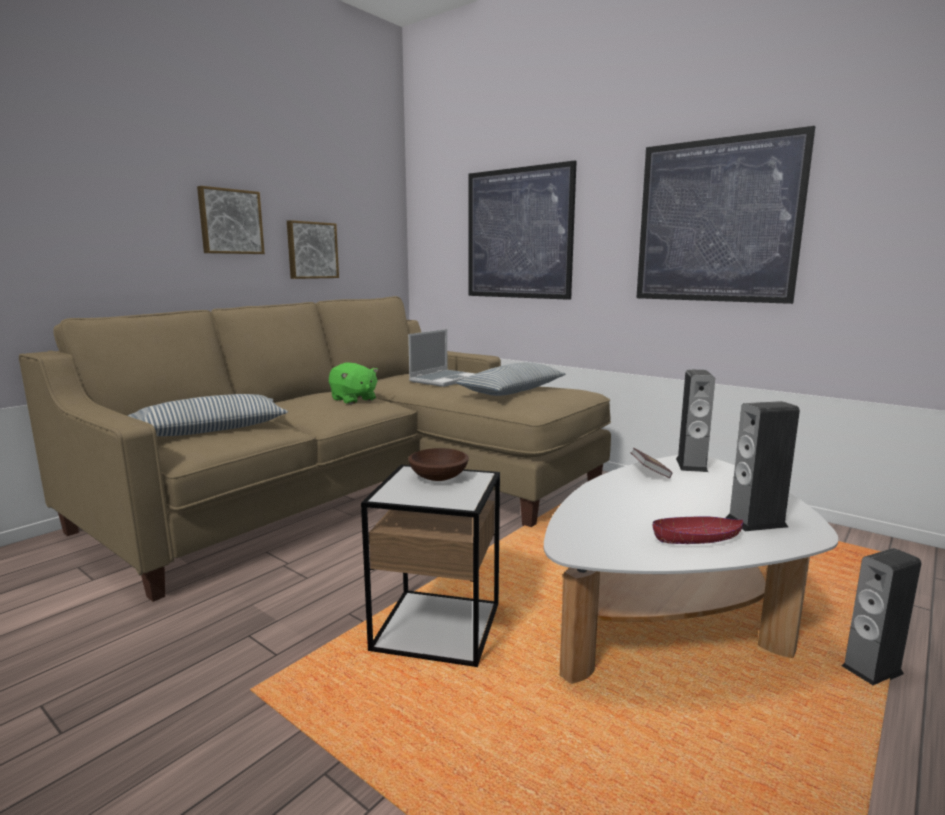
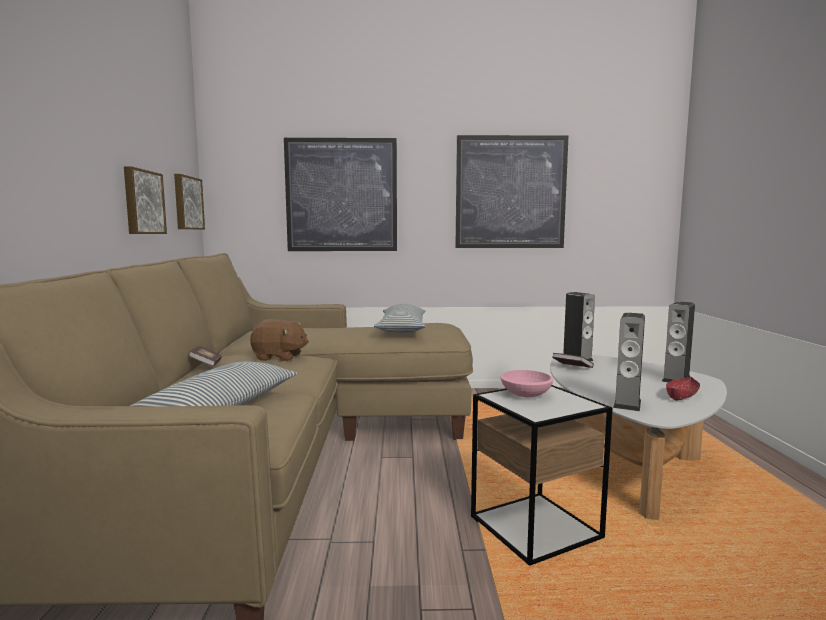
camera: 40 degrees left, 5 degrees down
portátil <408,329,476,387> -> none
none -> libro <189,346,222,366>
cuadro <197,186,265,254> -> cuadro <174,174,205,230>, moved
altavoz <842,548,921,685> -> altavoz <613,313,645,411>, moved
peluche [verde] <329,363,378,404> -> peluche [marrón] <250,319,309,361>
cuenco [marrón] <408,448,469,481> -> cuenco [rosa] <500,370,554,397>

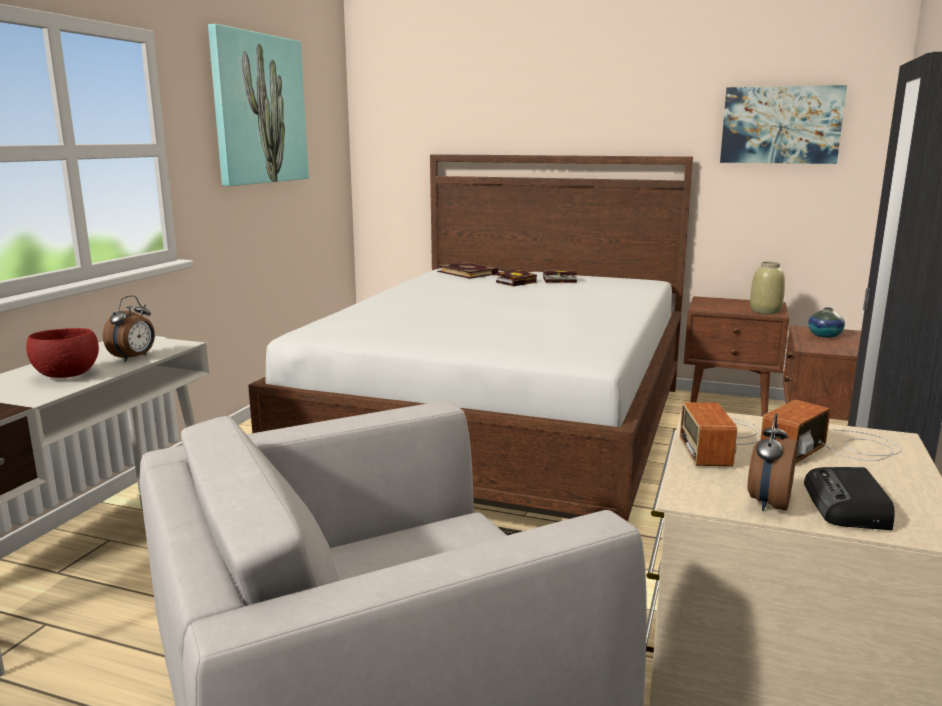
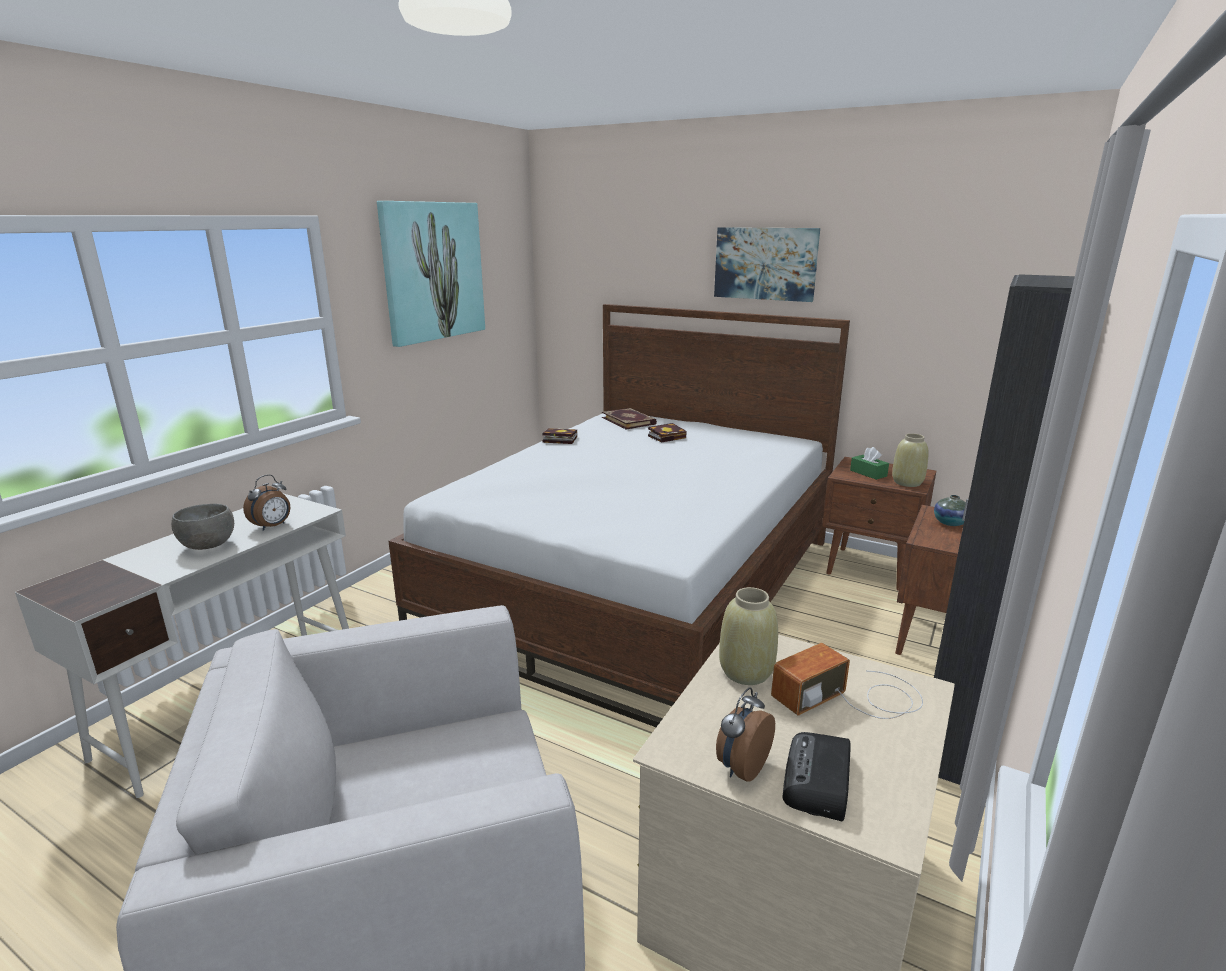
camera: 10 degrees right, 5 degrees up
none -> caja de pañuelos [verde] <850,447,889,480>
libro <543,270,577,283> -> libro <542,428,577,444>, moved
cuadro <720,85,847,164> -> cuadro <714,227,820,302>, moved
radio <680,402,761,466> -> florero [beis] <719,587,778,685>
cuenco [rojo] <26,328,99,378> -> cuenco [gris] <171,504,234,550>

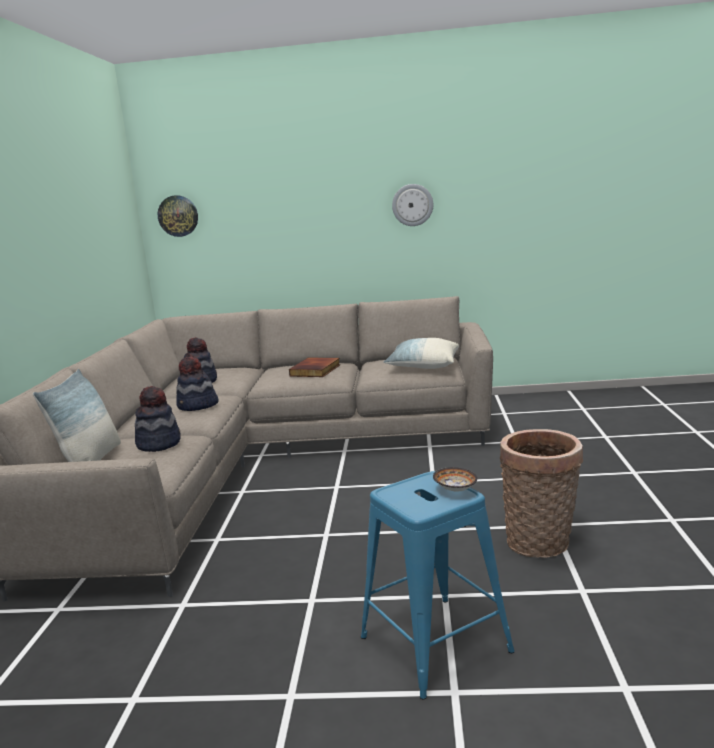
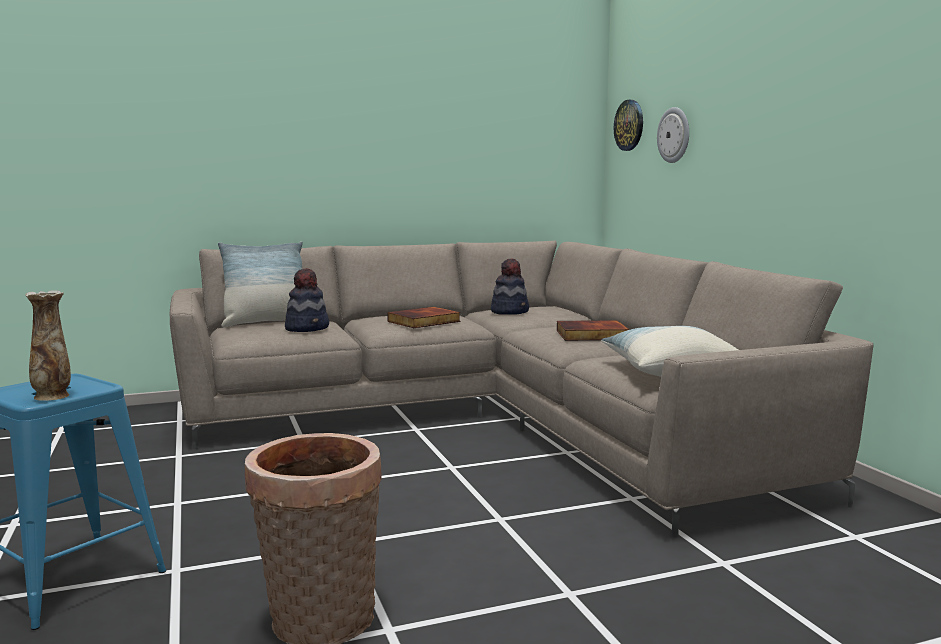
camera: 65 degrees right, 5 degrees down
reloj de pared <392,184,433,226> -> reloj de pared <657,107,689,163>, moved
sombrero <176,356,219,411> -> libro <387,307,461,328>
cuenco <433,467,477,491> -> florero <25,290,71,401>

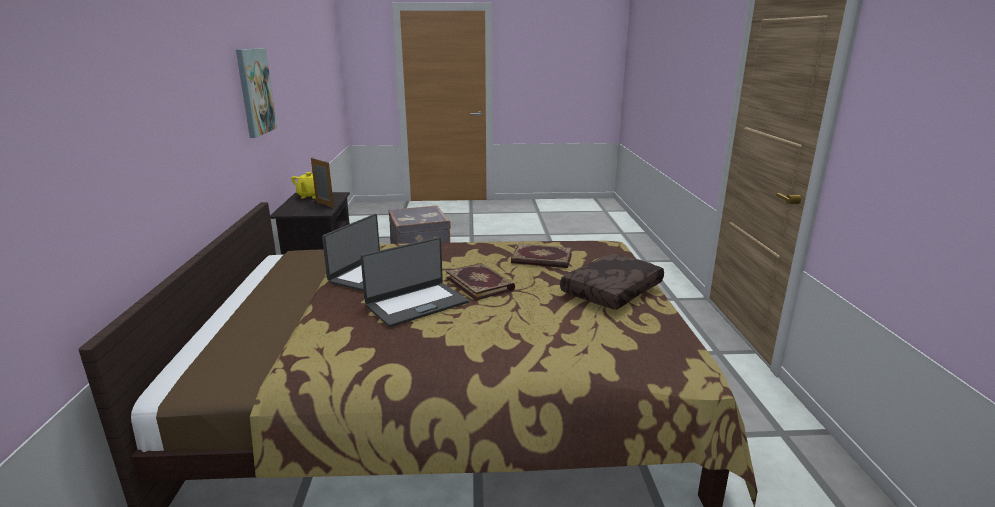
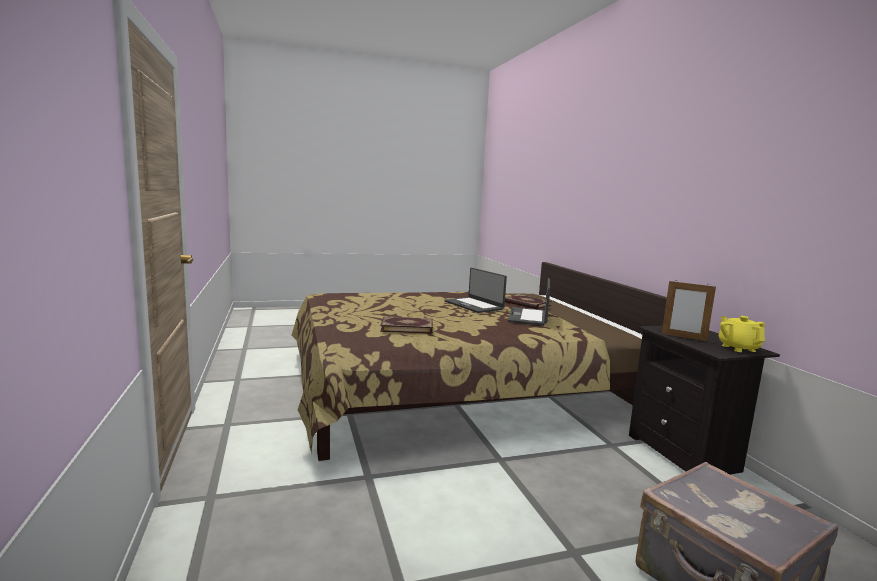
camera: 165 degrees right, 10 degrees down
cuadro <236,48,277,138> -> none
cojín [marrón] <560,253,664,310> -> none
libro <446,263,515,300> -> libro <505,294,552,309>, moved
portátil <360,237,469,327> -> portátil <445,268,507,313>, 75 degrees counterclockwise

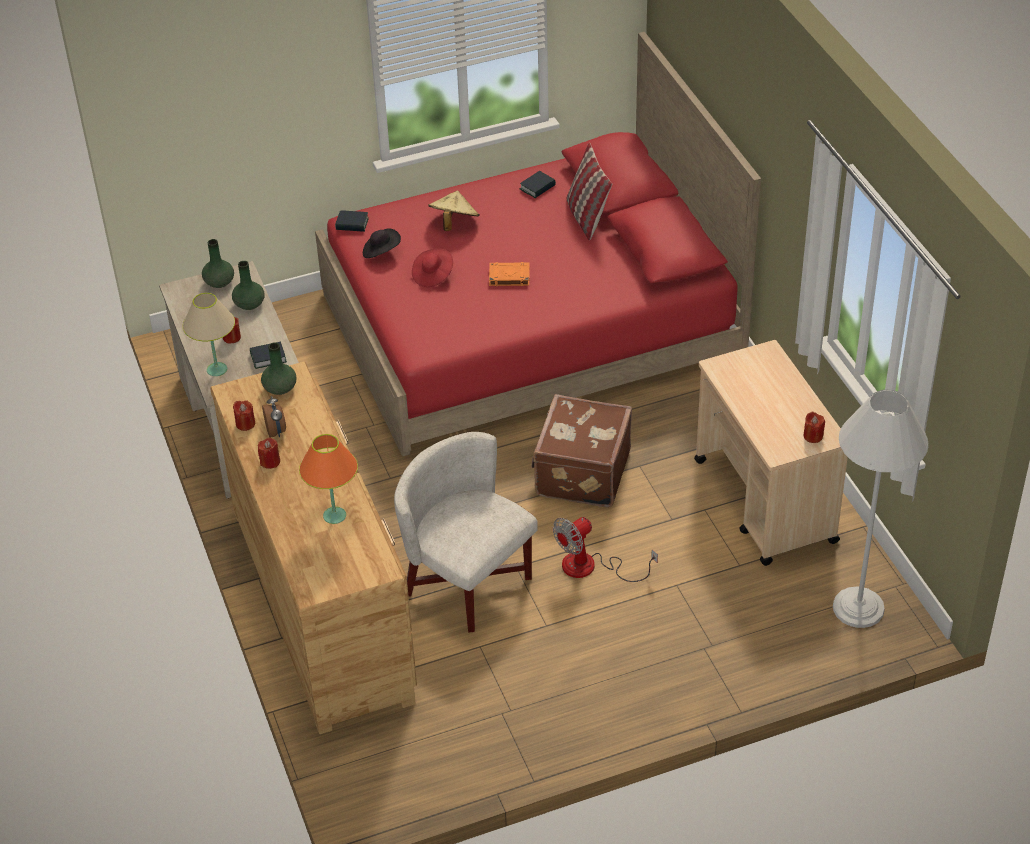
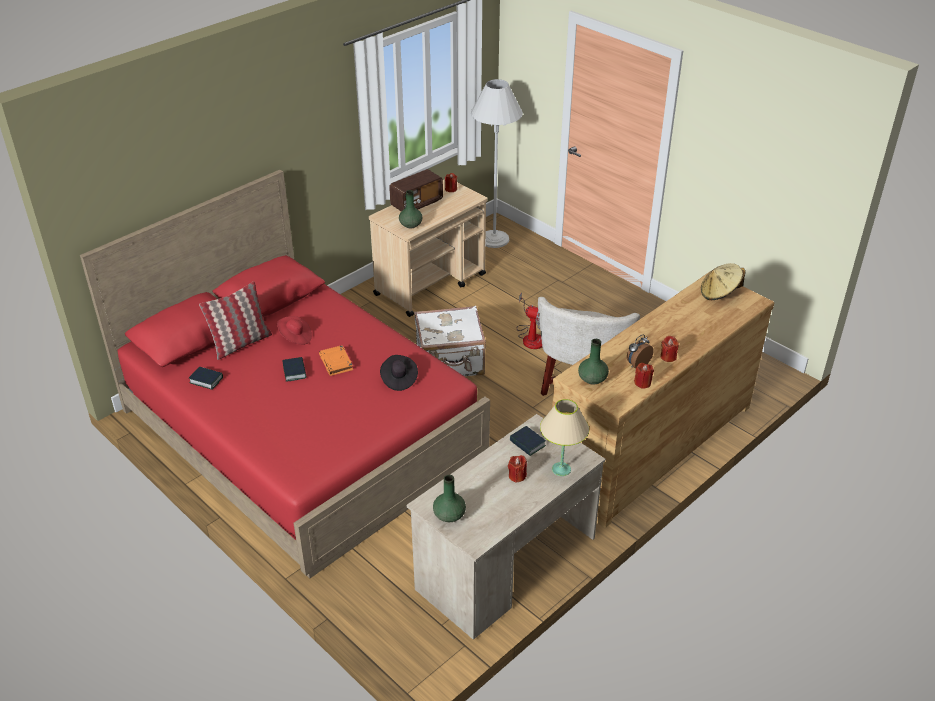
camera: 115 degrees left, 5 degrees down
lámpara de mesa [naranja] <299,434,358,524> -> none
none -> radio <389,169,443,211>
florero [verde] <232,261,265,310> -> florero [verde] <399,190,423,229>, moved
libro <335,210,369,232> -> libro <282,357,306,382>, moved
sombrero [negro] <363,228,401,258> -> sombrero [negro] <380,355,418,391>, moved
sombrero [rojo] <412,249,453,287> -> sombrero [rojo] <277,316,312,345>, moved
sombrero [beis] <428,190,480,231> -> sombrero [beis] <701,263,746,300>, moved
maleta [marrón] <532,394,632,507> -> maleta [blanco] <414,305,486,376>

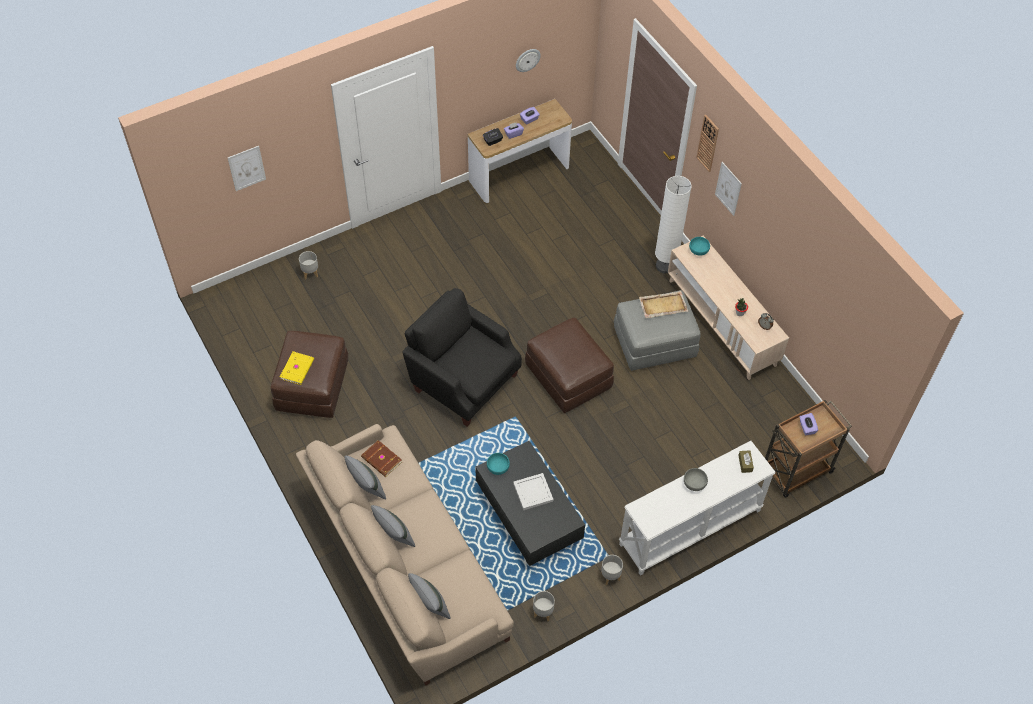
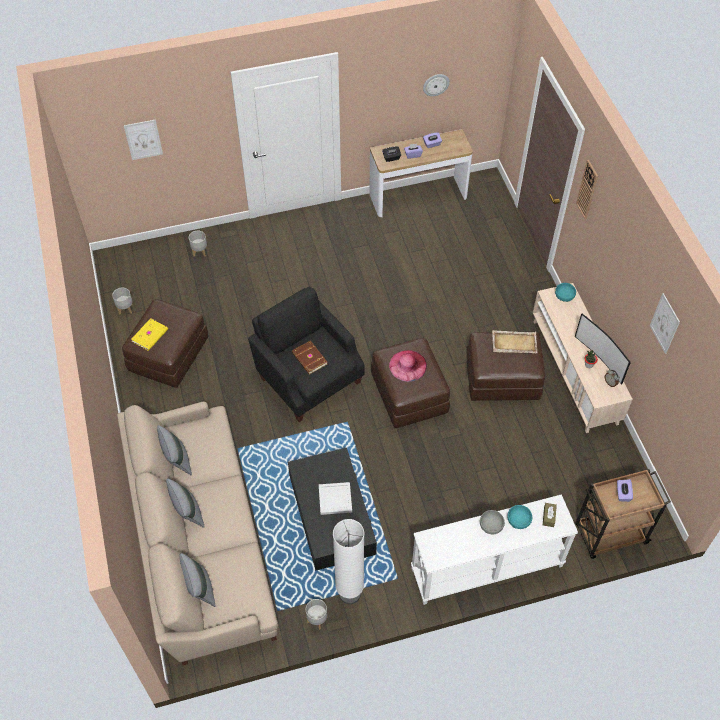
camera: 15 degrees right, 0 degrees up
none -> sombrero [rosa] <389,350,427,382>
none -> televisor <575,313,631,385>
libro [marrón] <361,440,402,477> -> libro [marrón] <292,340,327,374>, moved
cuenco [turquesa] <487,453,510,475> -> cuenco [turquesa] <507,505,532,529>, moved
maceta [gris] <601,555,623,585> -> maceta [gris] <112,288,132,314>, moved
lámpara de pie [blanco] <655,176,692,273> -> lámpara de pie [blanco] <333,519,364,604>, moved
cuadro <715,162,742,216> -> cuadro <650,293,680,354>, moved
puf [gris] <614,290,700,371> -> puf [marrón] <466,332,545,401>

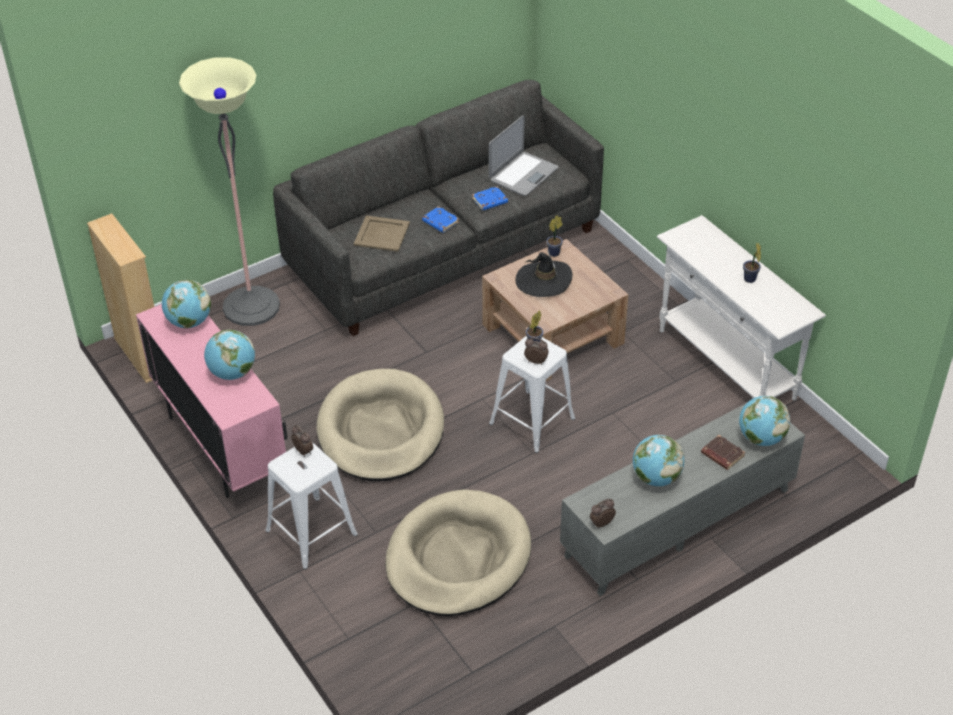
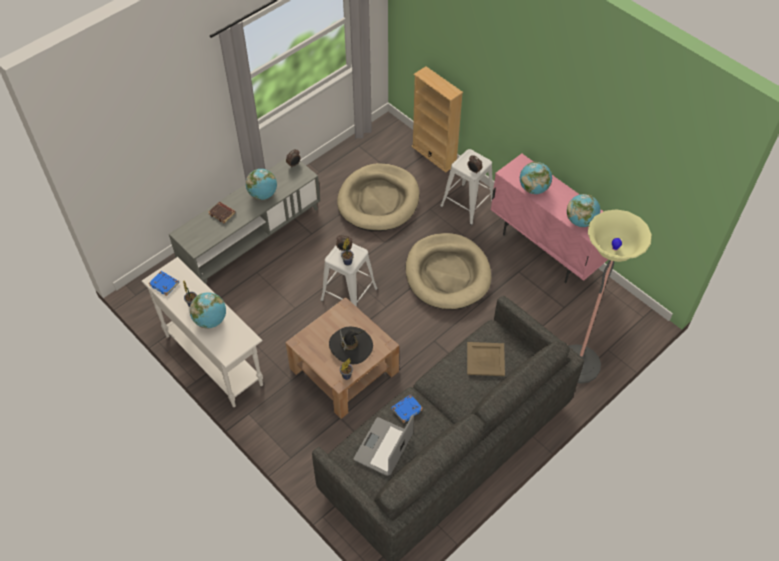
camera: 170 degrees right, 10 degrees up
estantería [beis] <87,213,154,383> -> estantería [beis] <412,66,463,173>, moved
libro [azul] <422,206,459,233> -> libro [azul] <149,271,179,296>, moved
globo terráqueo <739,396,790,446> -> globo terráqueo <190,292,226,329>, moved

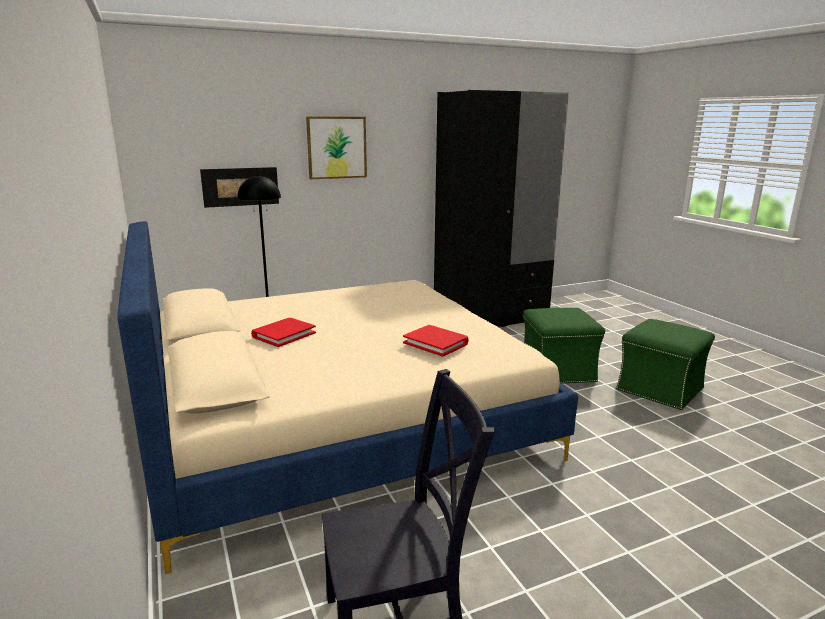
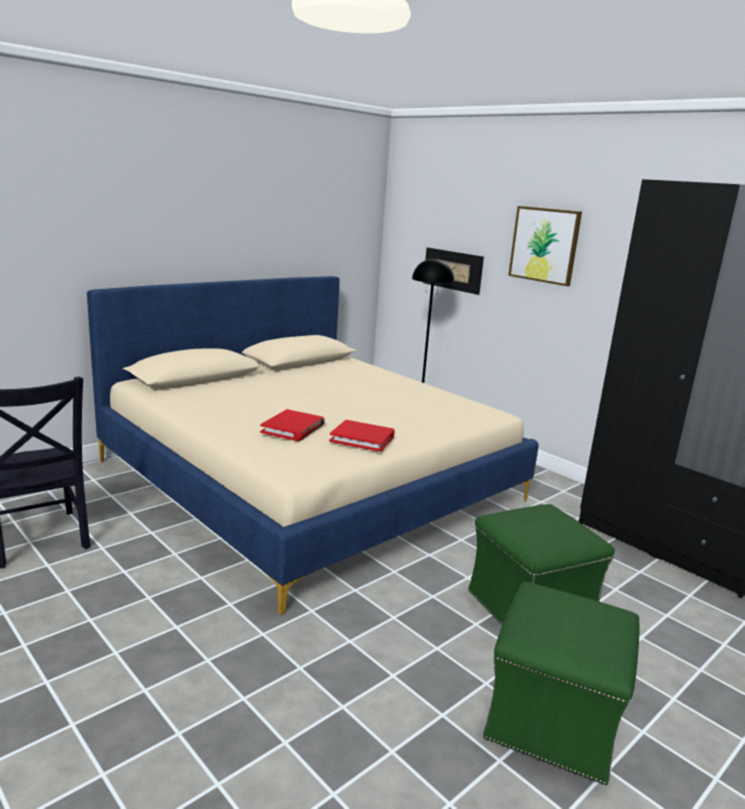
camera: 70 degrees right, 0 degrees up
libro [rojo] <251,318,316,347> -> libro [rojo] <329,420,395,452>, moved

